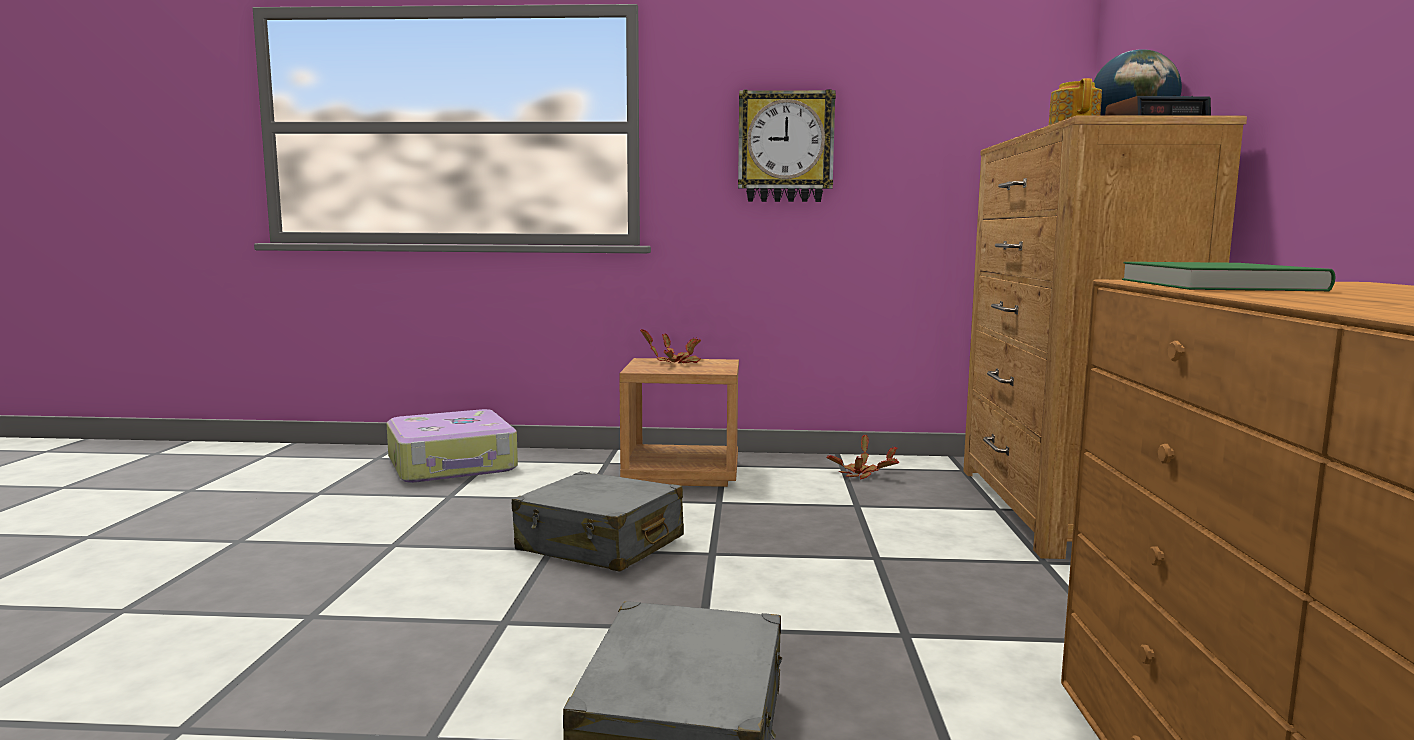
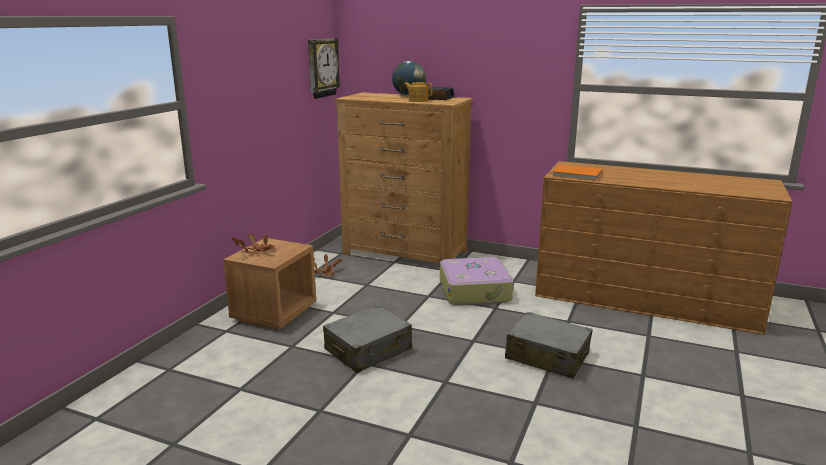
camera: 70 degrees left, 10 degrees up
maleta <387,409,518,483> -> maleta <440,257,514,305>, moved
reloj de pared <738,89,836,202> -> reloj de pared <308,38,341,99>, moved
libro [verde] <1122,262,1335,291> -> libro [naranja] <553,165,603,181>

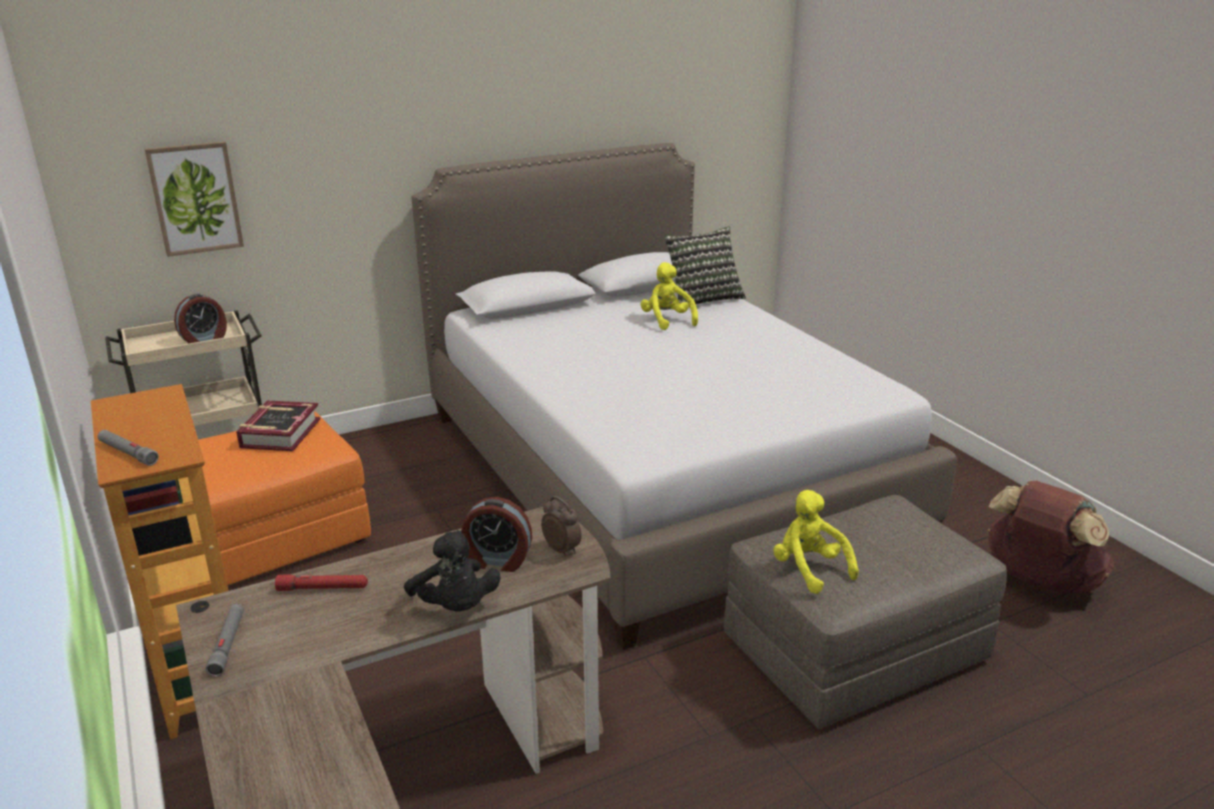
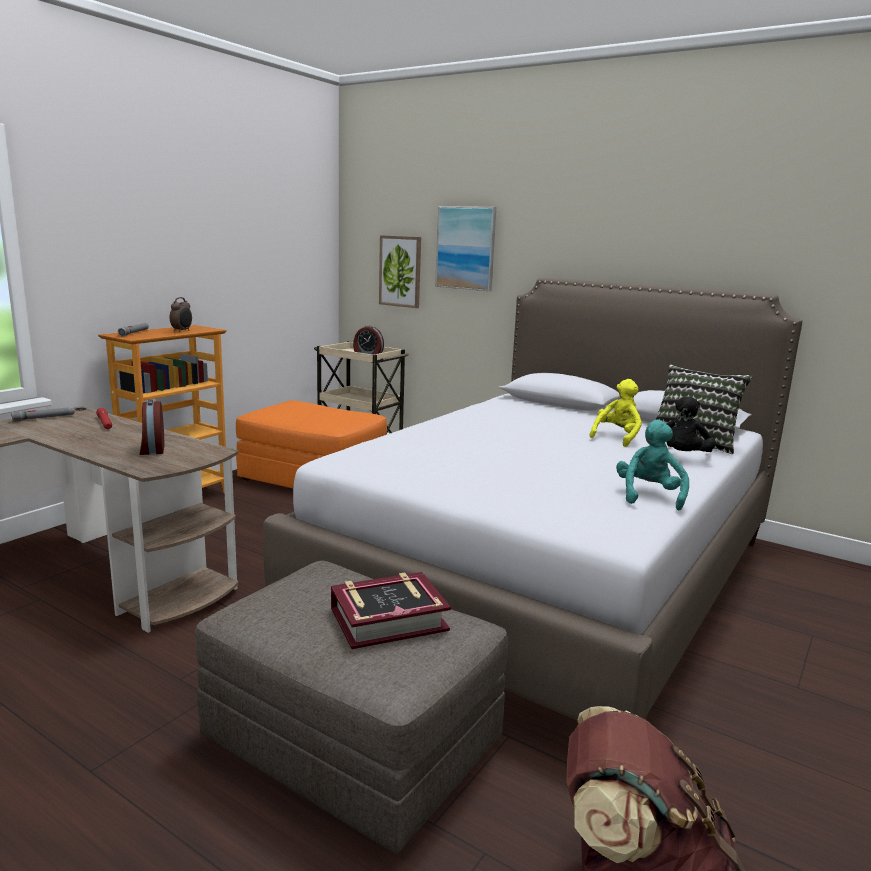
camera: 60 degrees right, 10 degrees down
peluche [amarillo] <774,490,859,594> -> none
none -> cuadro <435,206,496,291>
none -> peluche [turquesa] <616,420,689,511>
libro <236,401,320,451> -> libro <331,572,451,649>, moved
peluche [negro] <404,530,501,611> -> peluche [negro] <666,396,716,452>, moved
despertador <541,496,582,557> -> despertador <169,297,192,332>, moved

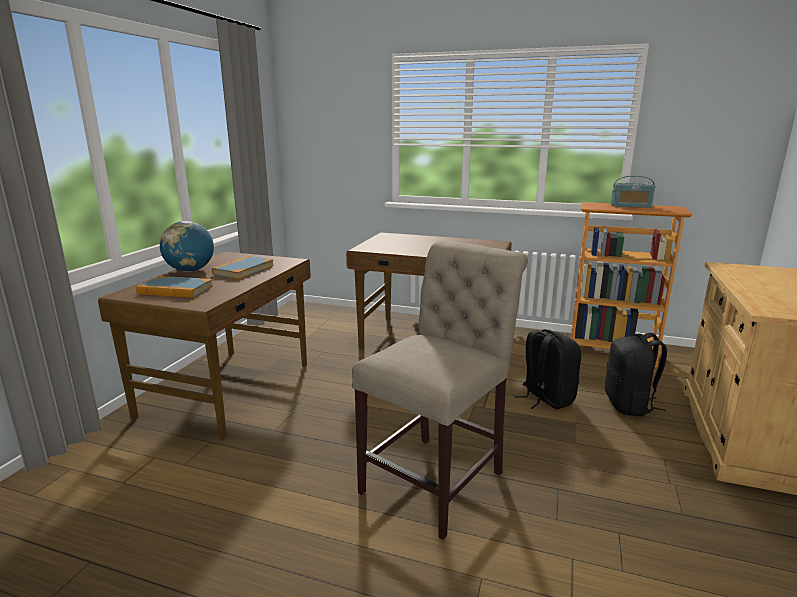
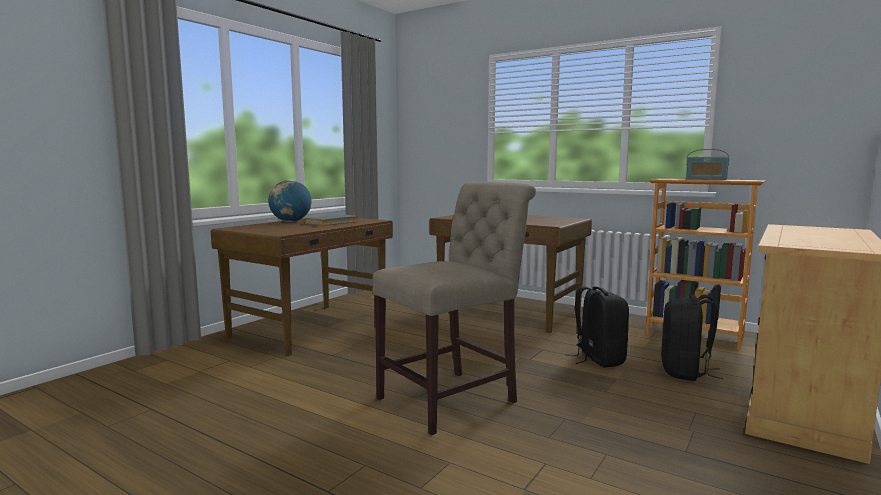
camera: 15 degrees right, 10 degrees down
libro <136,276,213,298> -> none

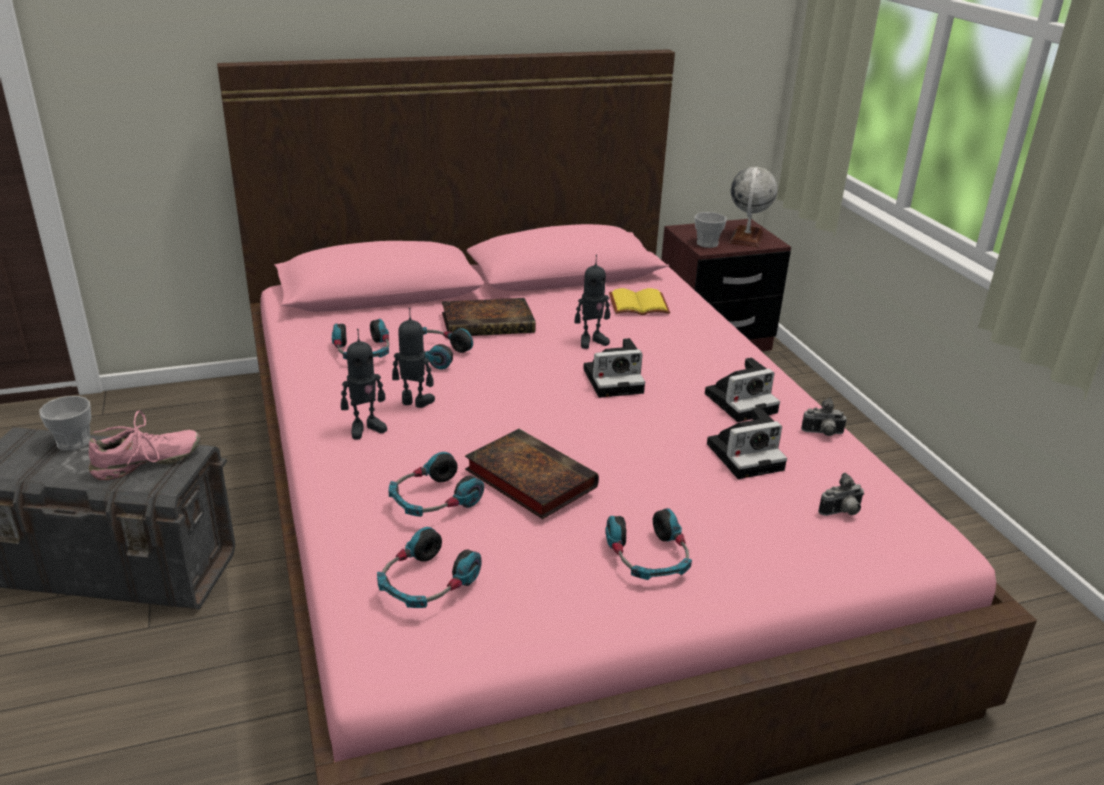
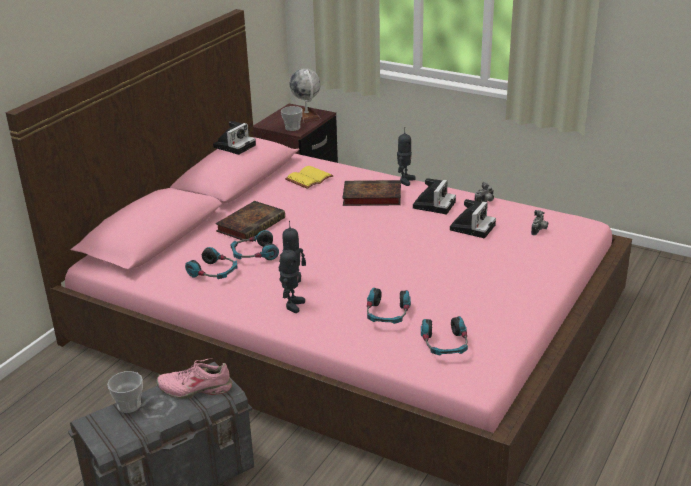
camera: 40 degrees left, 0 degrees up
auriculares <605,508,692,580> -> none
libro <465,429,599,519> -> libro <342,180,401,206>, moved
robot de juguete <574,254,610,349> -> robot de juguete <397,127,416,186>, moved
cámara <583,338,645,398> -> cámara <213,121,256,155>, moved
zapato [rosa] <88,411,201,480> -> zapato [rosa] <156,358,232,399>, 105 degrees counterclockwise

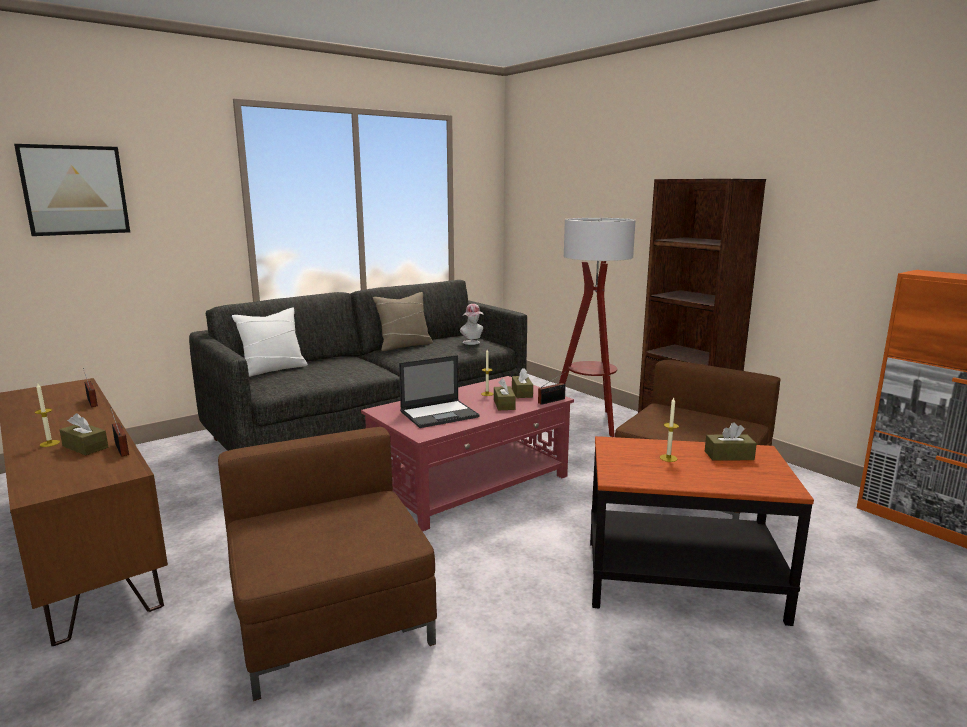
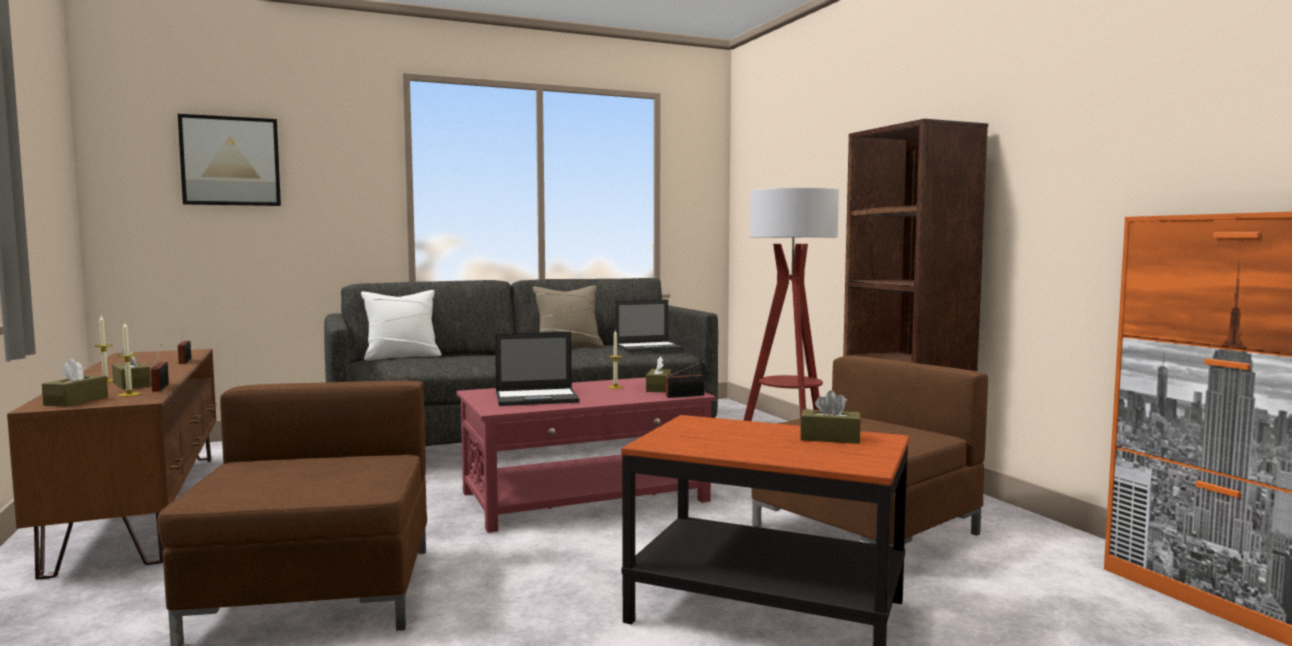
camera: 15 degrees right, 10 degrees down
caja de pañuelos [marrón] <494,378,516,410> -> caja de pañuelos [marrón] <42,359,108,407>, moved
vela <660,398,679,462> -> vela <117,323,141,397>, moved
sombrero <460,304,484,345> -> portátil <615,299,684,352>

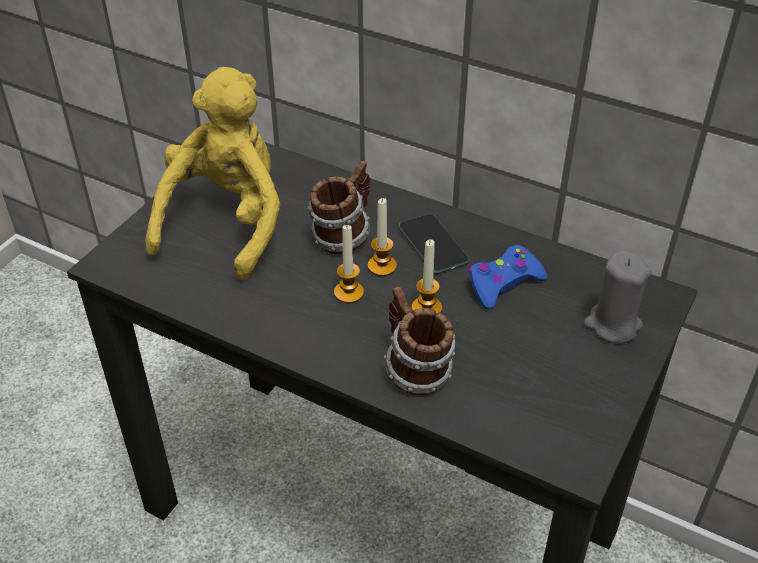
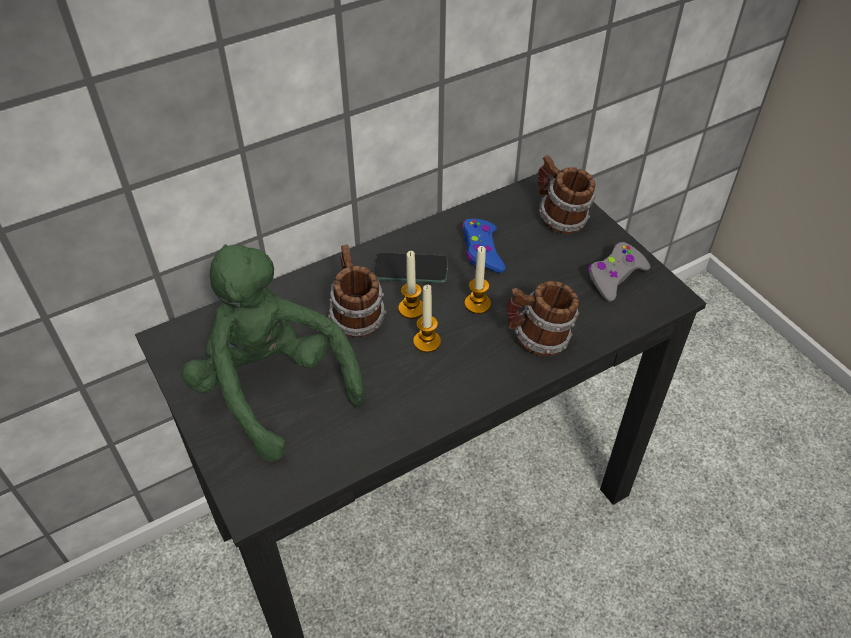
camera: 60 degrees left, 5 degrees up
none -> mando de consola [gris] <588,242,650,302>
vela [gris] <584,250,652,343> -> taza grande <538,155,596,234>
peluche [amarillo] <145,67,281,280> -> peluche [verde] <181,244,365,462>

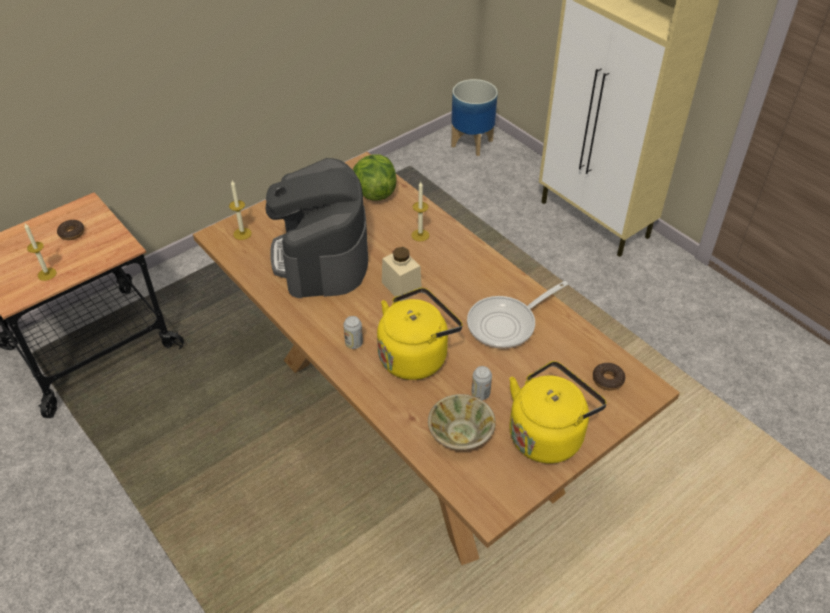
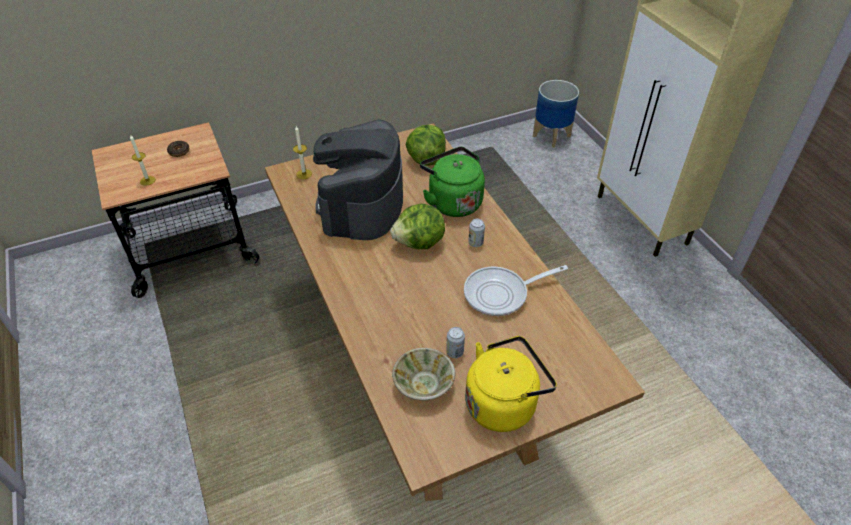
camera: 15 degrees right, 0 degrees up
hervidor [amarillo] <377,287,463,380> -> none
rosquilla <593,363,625,390> -> none
lata <343,316,363,349> -> lata <468,219,485,247>, moved
tarro [beis] <382,247,422,301> -> lechuga <390,204,445,249>
vela <411,182,429,242> -> hervidor [verde] <420,147,485,217>

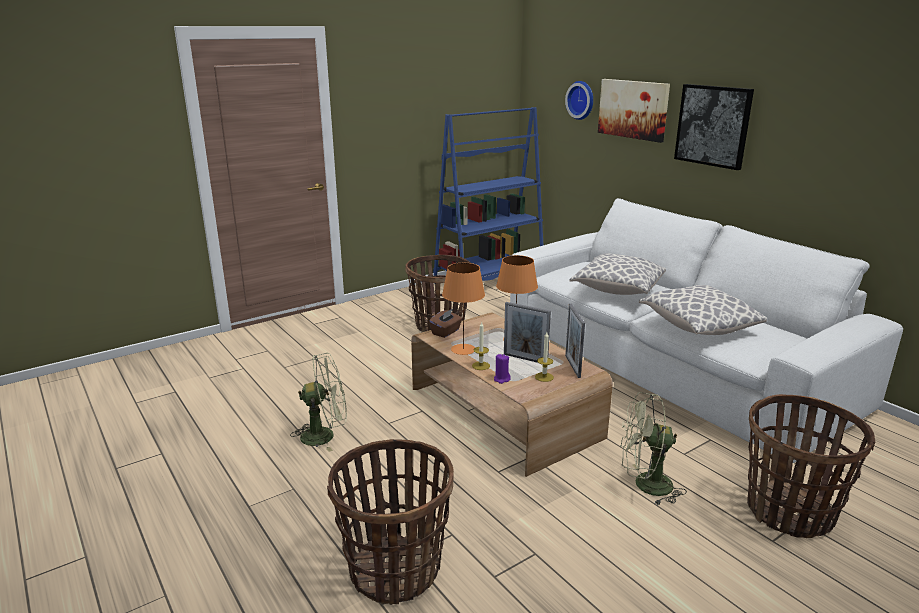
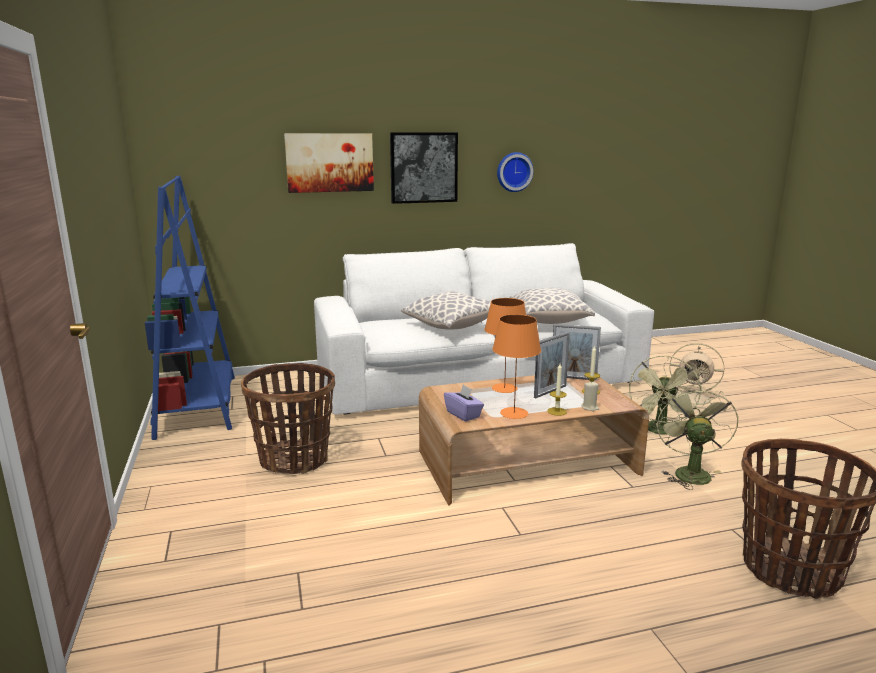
camera: 70 degrees left, 5 degrees down
ventilador [verde] <290,353,347,452> -> ventilador [verde] <656,384,739,490>, moved
reloj de pared <565,81,593,120> -> reloj de pared <497,152,534,192>, moved
cesta <747,394,875,538> -> ventilador [beis] <669,343,724,408>
caja de pañuelos [marrón] <429,309,462,338> -> caja de pañuelos [morado] <444,385,484,421>
vela [morado] <494,354,511,384> -> vela [beis] <581,382,599,411>

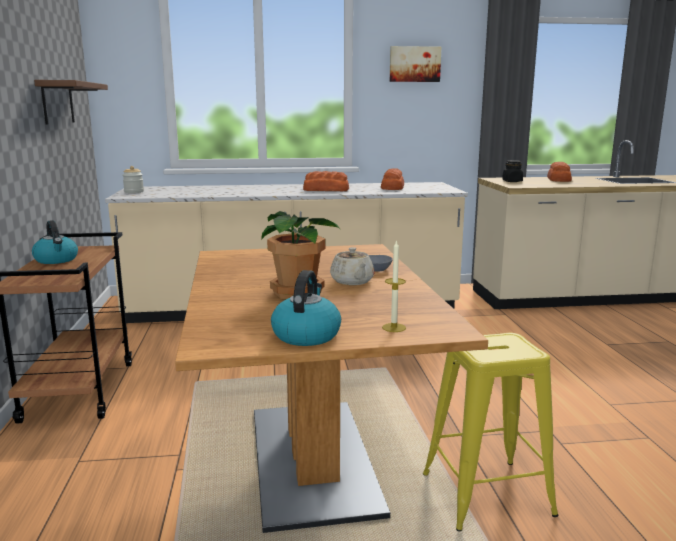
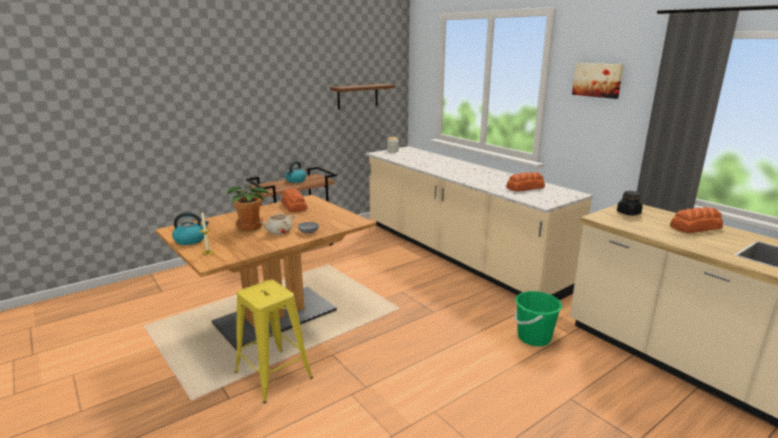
camera: 60 degrees right, 5 degrees up
none -> cubo [verde] <514,291,563,346>
pan <303,171,349,191> -> pan <282,188,307,212>, moved

